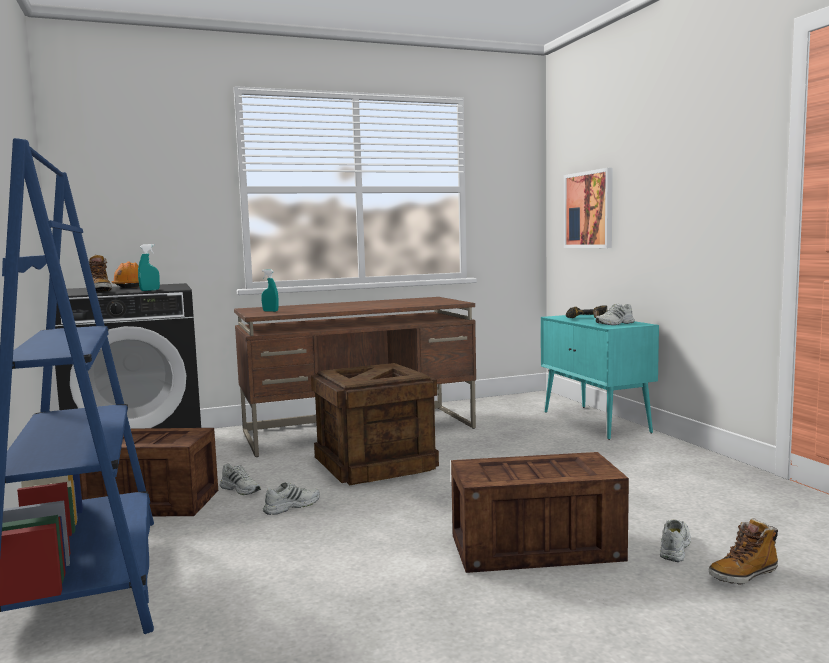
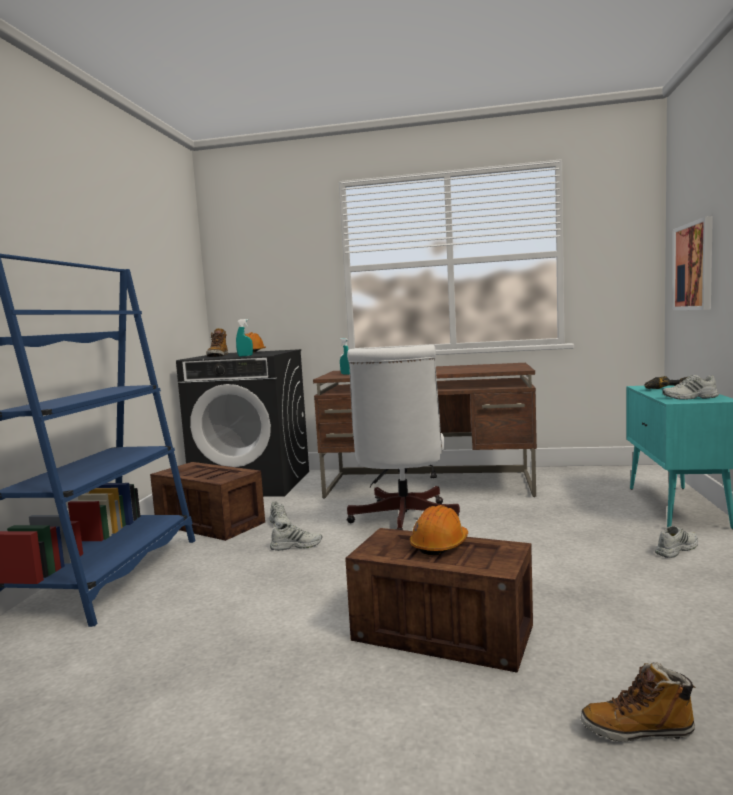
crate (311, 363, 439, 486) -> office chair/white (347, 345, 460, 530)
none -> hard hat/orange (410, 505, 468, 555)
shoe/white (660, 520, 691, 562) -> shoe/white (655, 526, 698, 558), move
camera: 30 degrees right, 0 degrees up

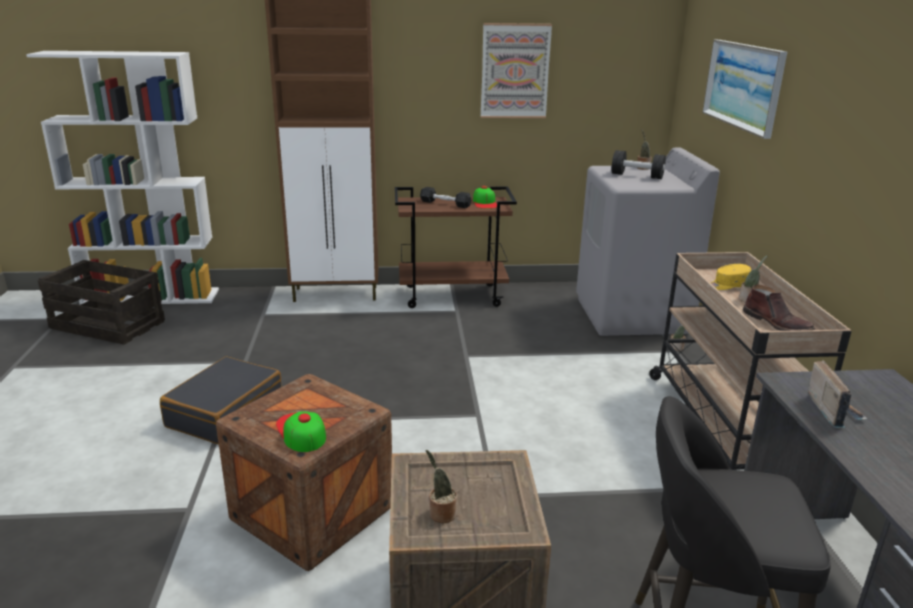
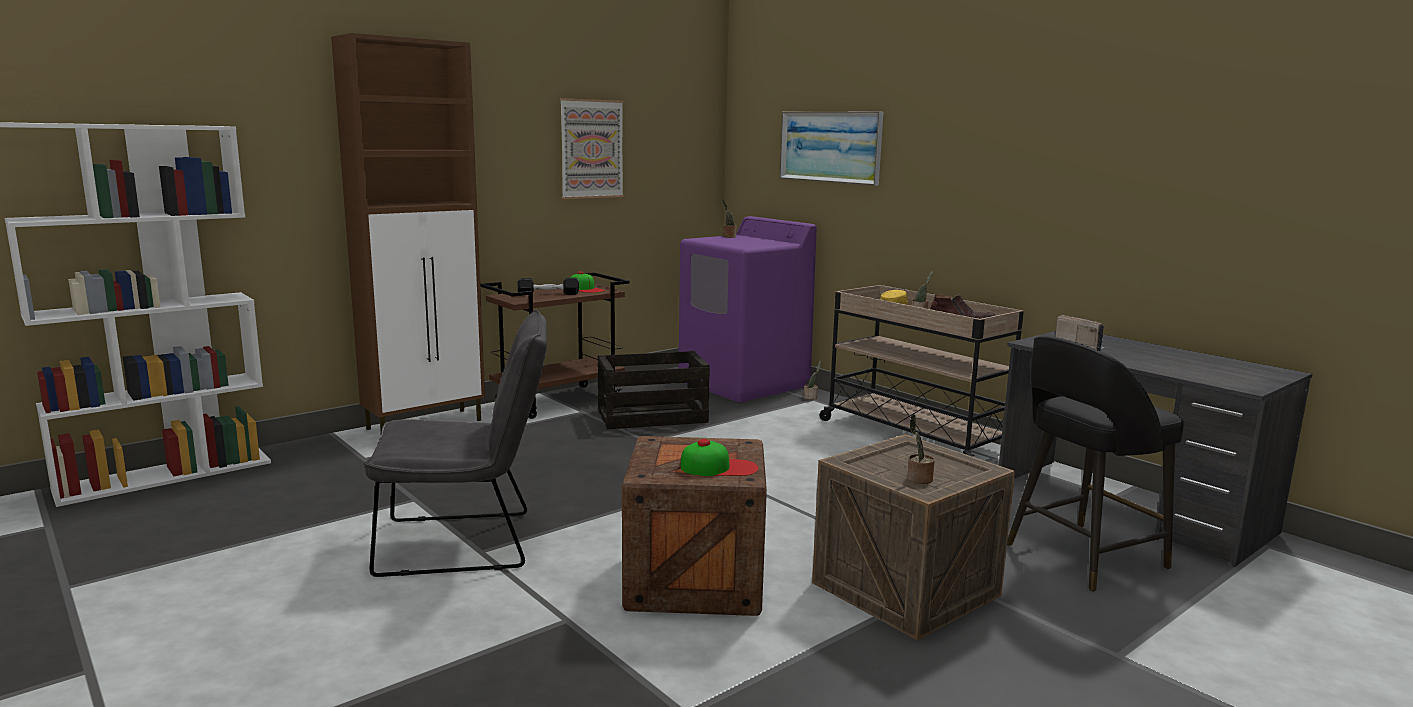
suitcase/black (160, 356, 282, 445) -> chair/grey (363, 310, 547, 577)
crate (38, 260, 165, 345) -> crate (597, 351, 710, 429), move
washing machine/grey (576, 148, 720, 336) -> washing machine/purple (679, 216, 817, 402)
cap (276, 412, 326, 452) -> cap (681, 439, 759, 476), 150 degrees clockwise
dumbbell/black (612, 150, 666, 179) -> none
camera: 35 degrees left, 10 degrees down

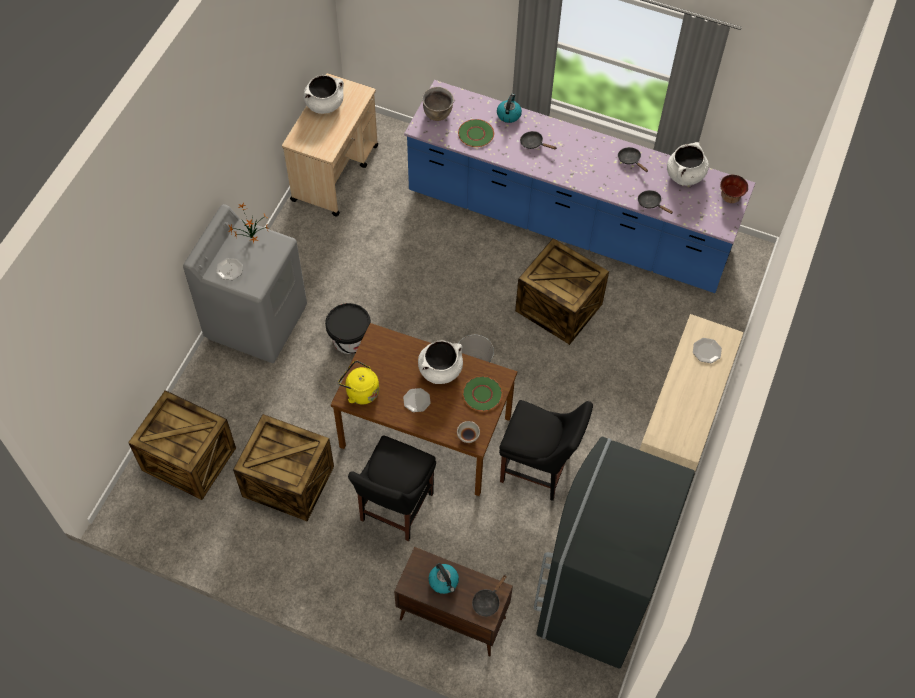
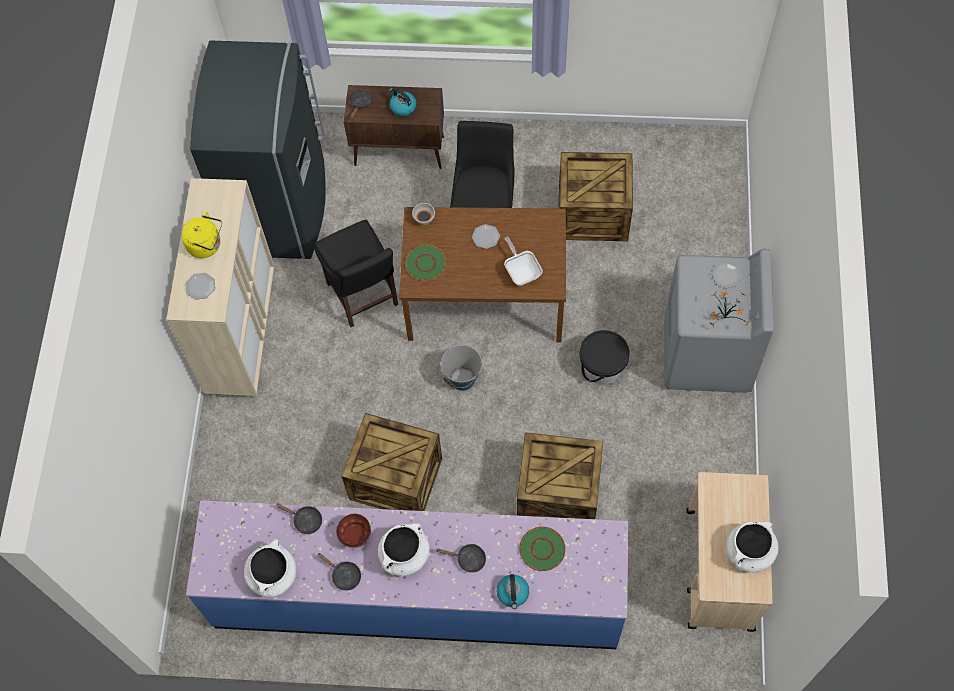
kettle/yellow (338, 360, 379, 405) -> kettle/yellow (181, 212, 222, 258), move
chair/black (499, 400, 593, 501) -> chair/black (315, 220, 398, 327), 120 degrees counterclockwise
bowl (720, 175, 748, 203) -> bowl (336, 514, 371, 548), move
cooking pot/white (418, 341, 463, 384) -> cooking pot/white (378, 523, 430, 576), move
none -> frying pan (504, 237, 543, 286)
crate (128, 390, 236, 500) -> crate (517, 432, 603, 519), move
cooking pot/brown (422, 87, 454, 121) -> none
camera: 165 degrees right, 5 degrees up

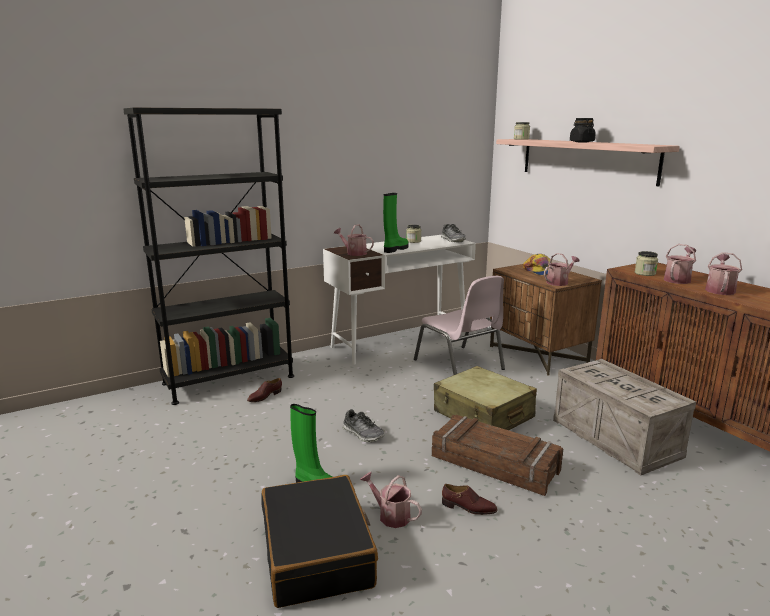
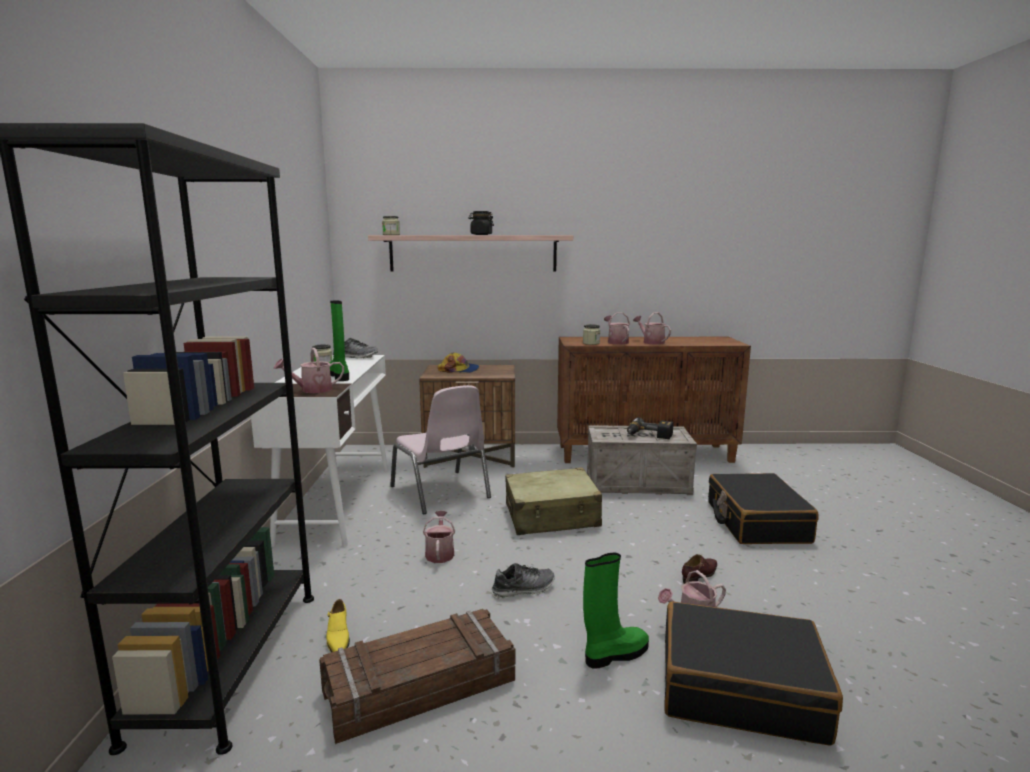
crate (432, 415, 563, 496) -> crate (319, 609, 515, 744), move
shoe/brown (247, 378, 282, 402) -> shoe/yellow (326, 599, 350, 653)
chair/pink (414, 276, 505, 375) -> chair/pink (390, 385, 491, 514), 60 degrees clockwise
watering can (544, 253, 580, 286) -> watering can (423, 511, 455, 563), move
none -> power drill (627, 417, 674, 439)
none -> suitcase/black (708, 473, 818, 544)
camera: 60 degrees left, 5 degrees down

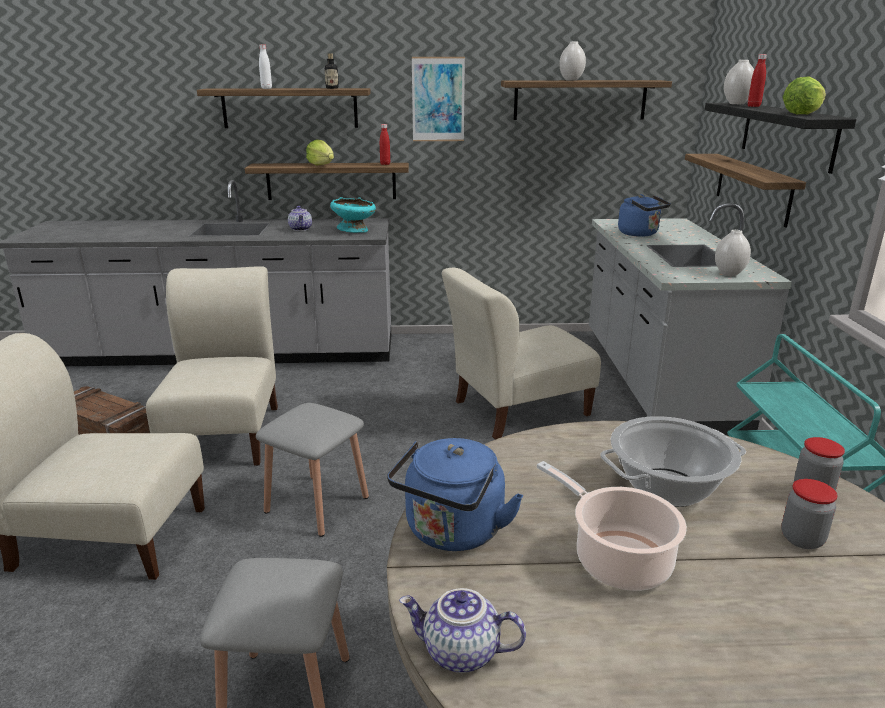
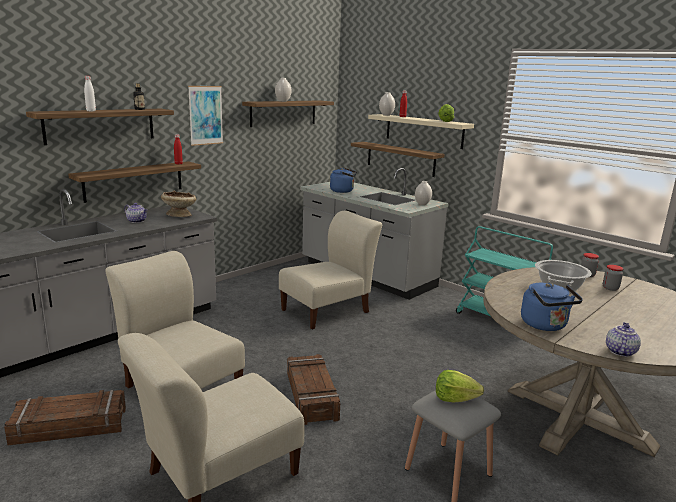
bowl/turquoise (330, 197, 376, 233) -> bowl/beige (161, 190, 196, 217)
chair/beige (442, 268, 601, 440) -> chair/beige (279, 210, 382, 329), 150 degrees counterclockwise
stool/grey (256, 403, 369, 537) -> crate (287, 354, 340, 425)
shelf/black (705, 103, 857, 174) -> shelf/beige (368, 114, 474, 149)
lettuce (306, 139, 334, 165) -> lettuce (436, 370, 484, 402), move
teapot (399, 588, 526, 673) -> teapot (606, 322, 641, 357), 150 degrees clockwise
cooking pot (537, 461, 687, 591) -> none
camera: 45 degrees left, 5 degrees down

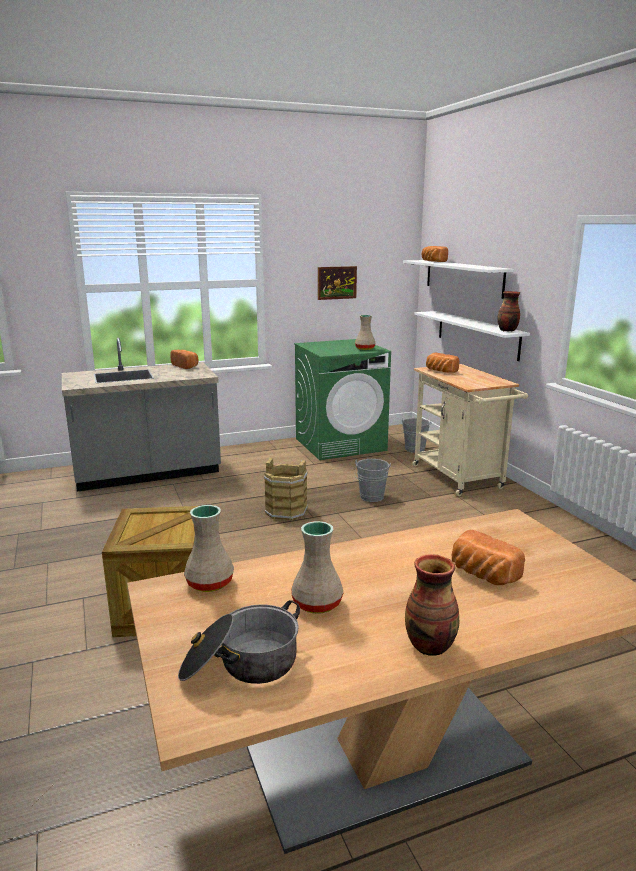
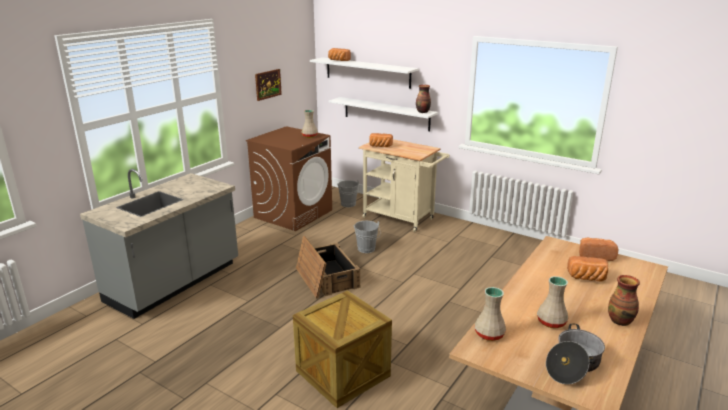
washing machine/green (294, 339, 391, 460) -> washing machine/brown (246, 126, 332, 231)
bucket/brown (264, 458, 308, 521) -> crate (296, 236, 360, 299)
bread (170, 350, 199, 369) -> bread (579, 238, 618, 261), move
camera: 35 degrees left, 5 degrees up

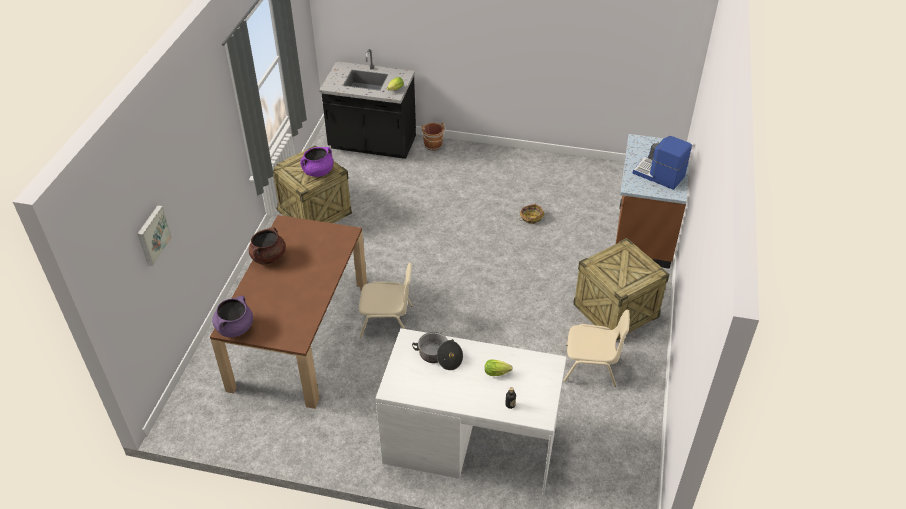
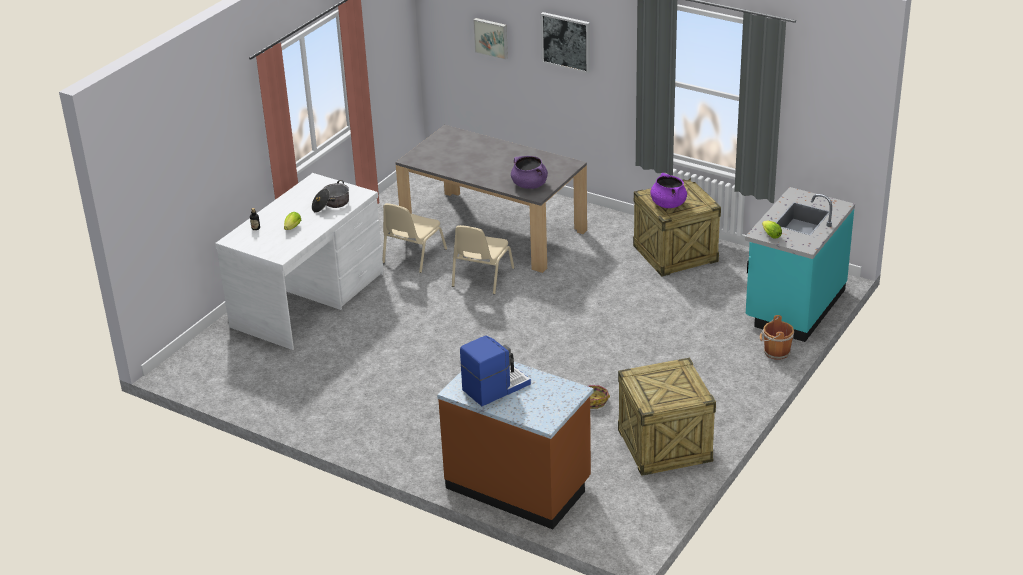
chair/beige (563, 310, 630, 387) -> chair/beige (382, 203, 447, 273), move
dining table/brown (210, 215, 367, 409) -> dining table/grey (395, 125, 587, 273)
cooking pot/purple (212, 296, 253, 337) -> cooking pot/purple (511, 156, 548, 189), move
none -> picture (541, 12, 590, 73)
crate (573, 238, 669, 341) -> crate (618, 358, 716, 476), move
counter/black (319, 49, 416, 159) -> counter/turquoise (745, 187, 855, 342)
cooking pot/brown (249, 227, 286, 265) -> none
camera: 110 degrees right, 10 degrees down

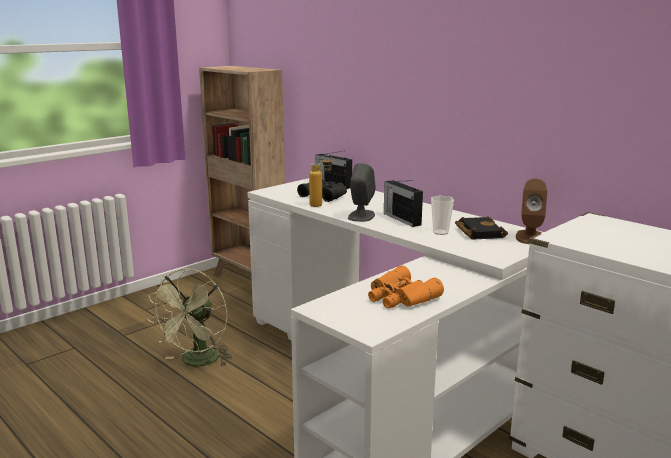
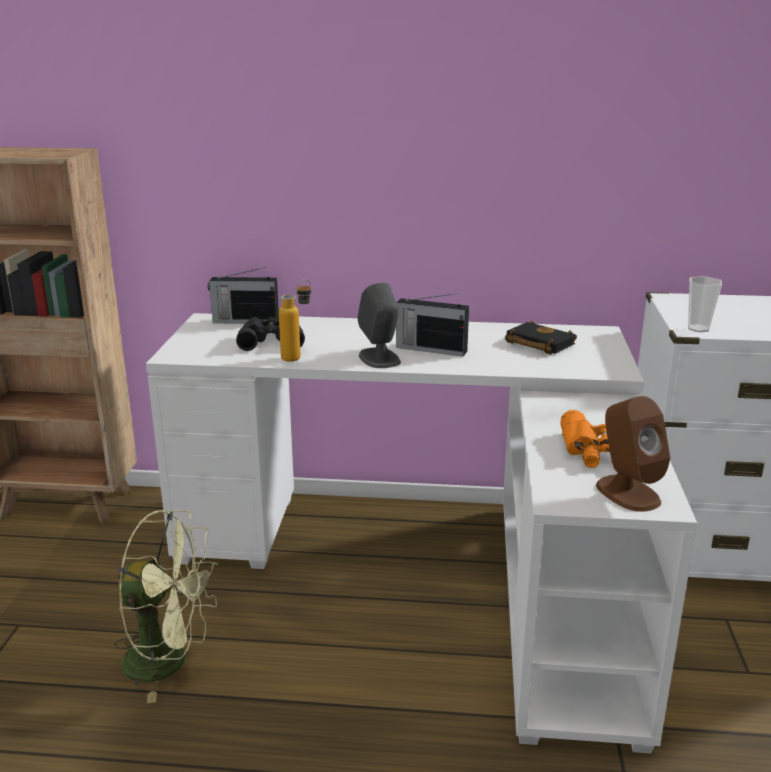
fan/green (147, 268, 232, 367) -> fan/green (115, 510, 218, 703), 60 degrees counterclockwise
speaker/brown (516, 179, 547, 244) -> speaker/brown (596, 396, 670, 512), move
cup (431, 196, 454, 235) -> cup (688, 276, 722, 332), move
camera: 40 degrees left, 5 degrees up

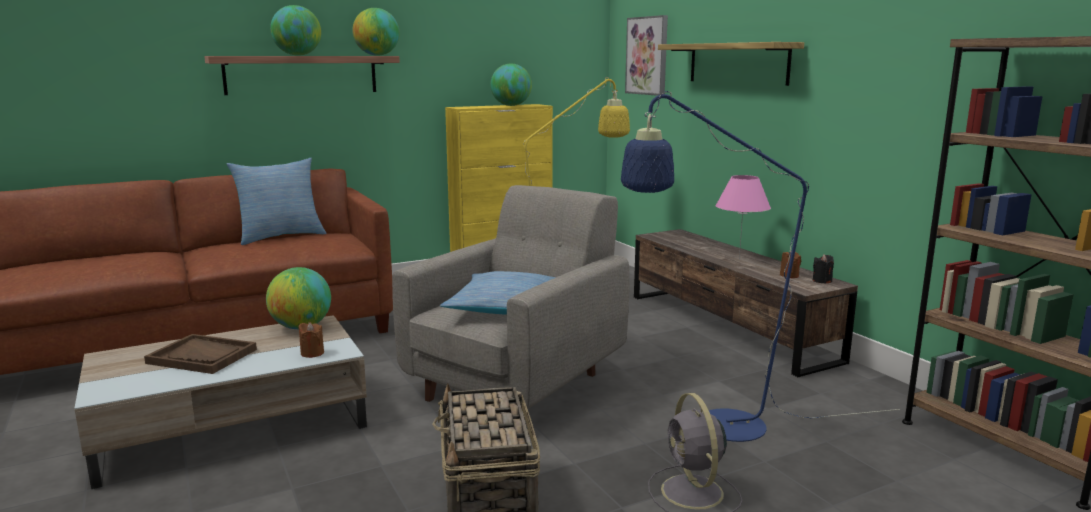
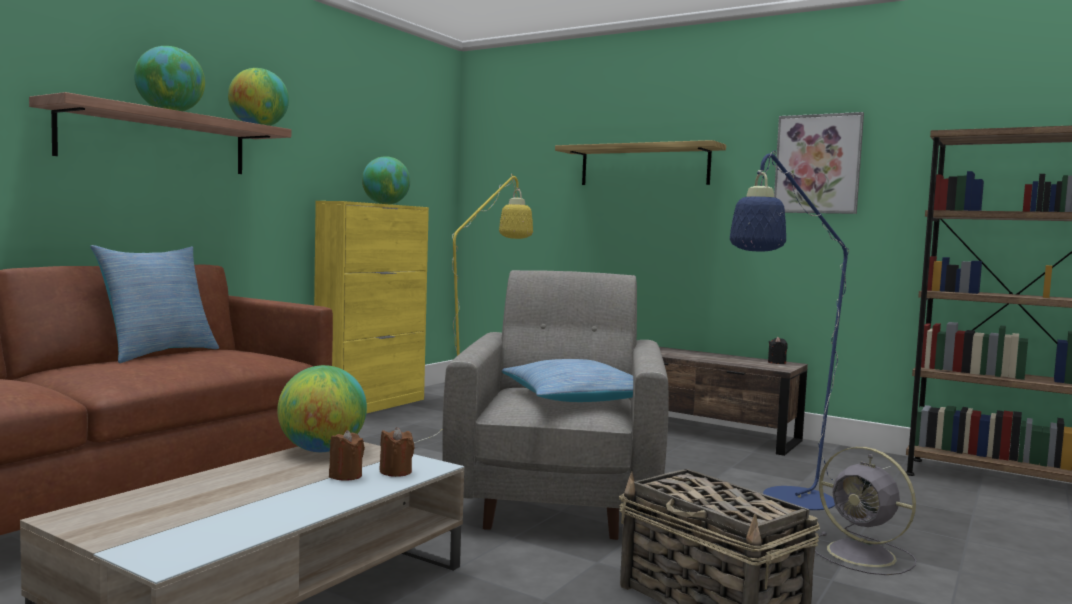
candle/brown (780, 250, 801, 278) -> candle/brown (329, 430, 365, 481), move
picture (625, 15, 668, 96) -> picture (774, 112, 864, 214), move
tray/brown (144, 334, 257, 374) -> none
table lamp/pink (716, 175, 771, 260) -> none
camera: 30 degrees left, 10 degrees down

